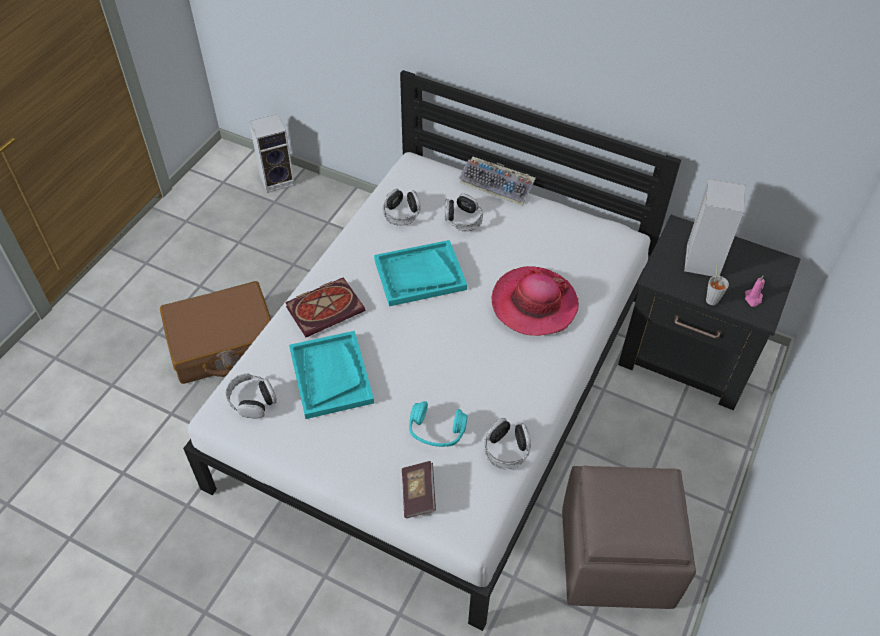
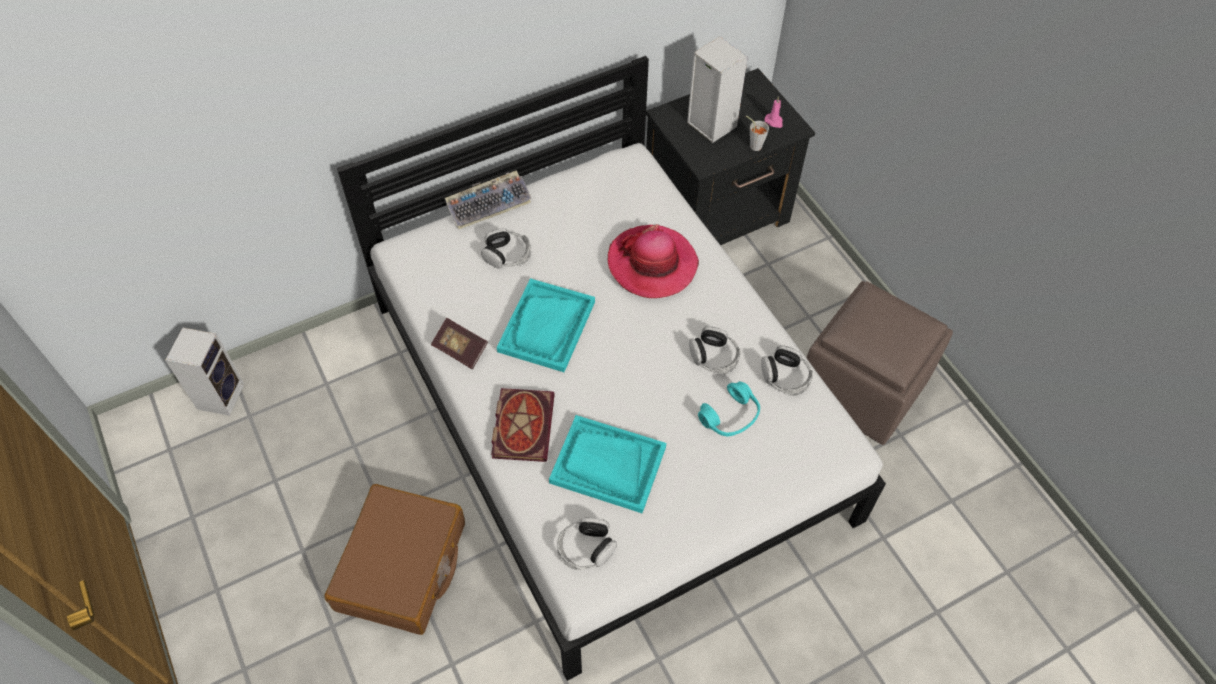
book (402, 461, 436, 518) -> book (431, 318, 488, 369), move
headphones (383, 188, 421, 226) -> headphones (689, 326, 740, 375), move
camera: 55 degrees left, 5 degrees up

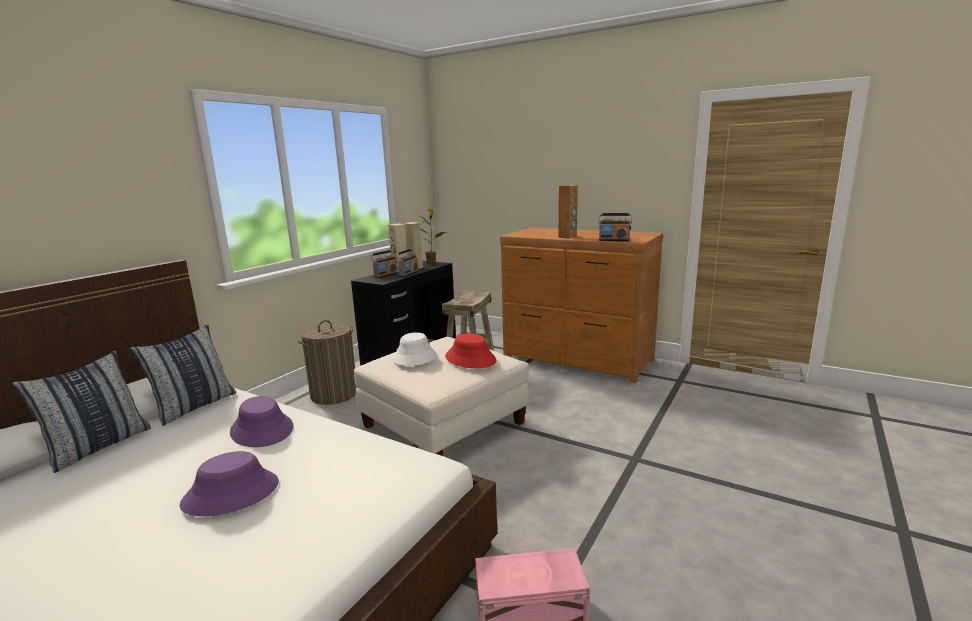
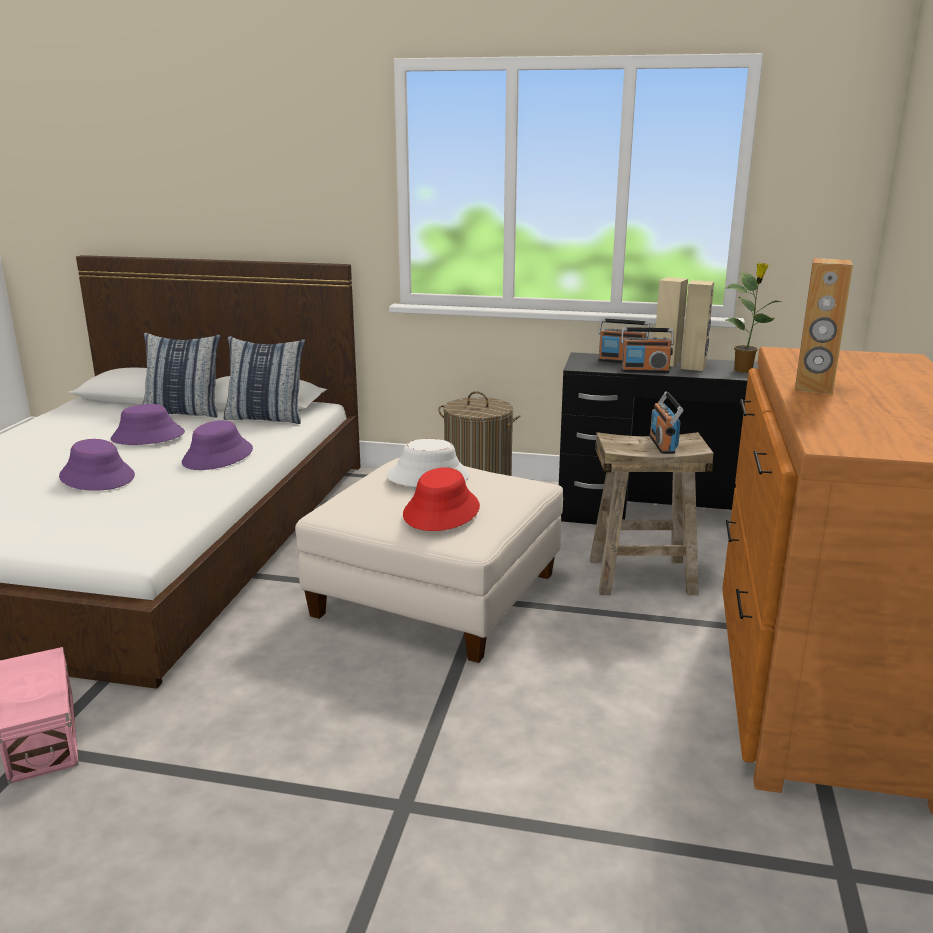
none -> hat/purple (111, 404, 185, 445)
radio (598, 213, 632, 241) -> radio (650, 391, 684, 454), move
camera: 70 degrees right, 5 degrees up

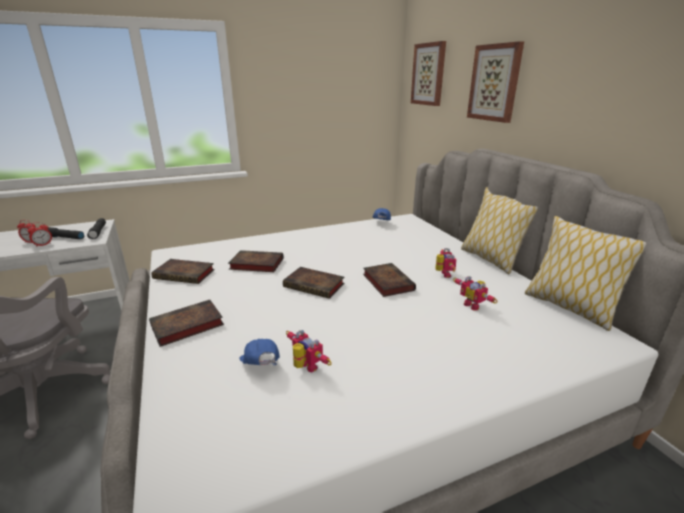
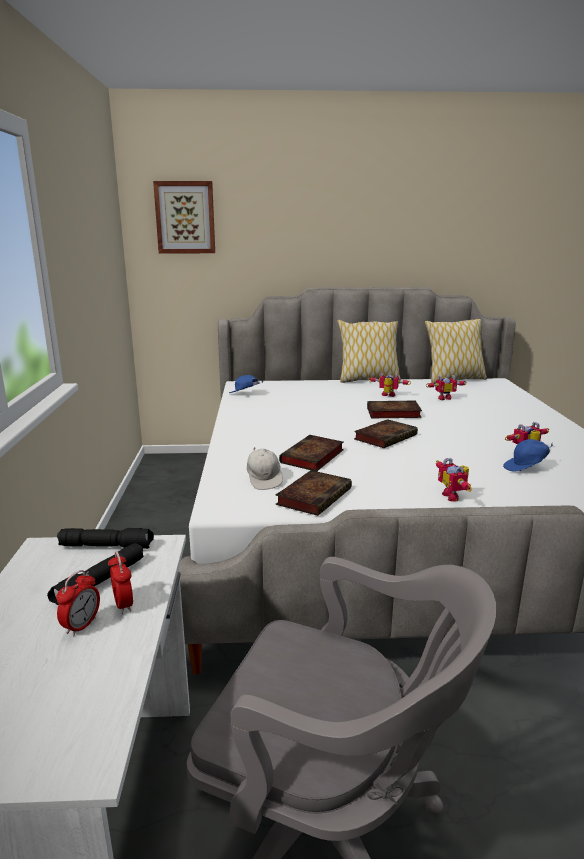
none -> cap/white (247, 447, 283, 490)
book (149, 300, 224, 347) -> toy robot (436, 458, 472, 502)
picture (467, 41, 524, 123) -> none
camera: 70 degrees left, 5 degrees down

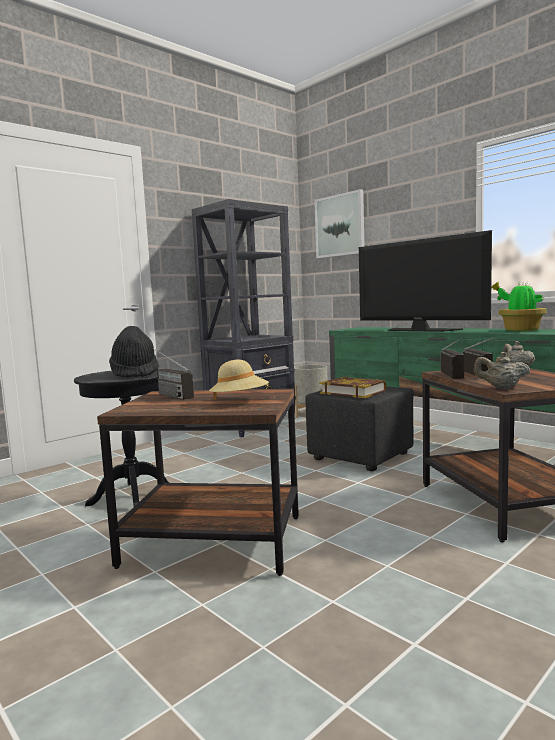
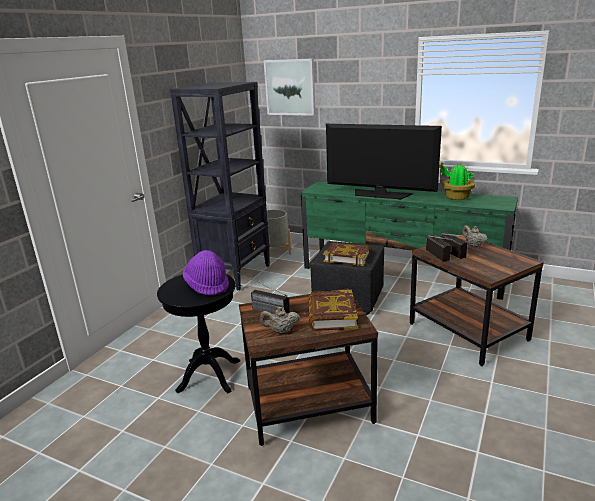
hat/black (109, 326, 159, 378) -> hat/purple (183, 250, 229, 295)
teapot/beige (474, 352, 530, 389) -> teapot/beige (260, 307, 300, 334), move
hat/beige (209, 360, 269, 400) -> book (308, 290, 358, 331)
camera: 20 degrees left, 15 degrees up

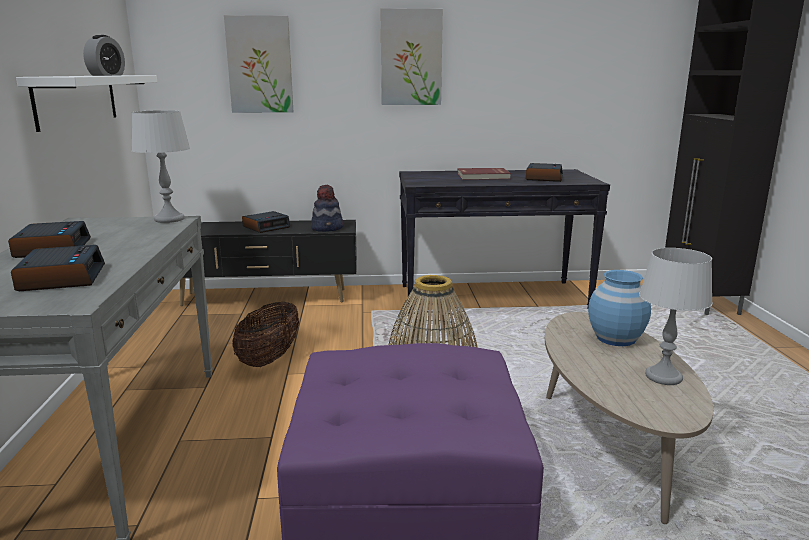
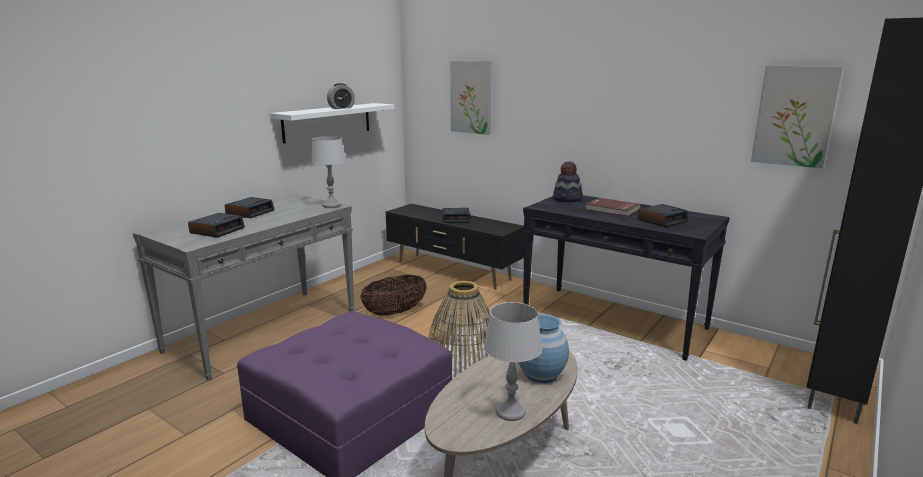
hat (311, 185, 344, 232) -> hat (553, 162, 583, 202), move
picture (380, 8, 443, 105) -> picture (751, 66, 843, 169), move
camera: 40 degrees right, 0 degrees up

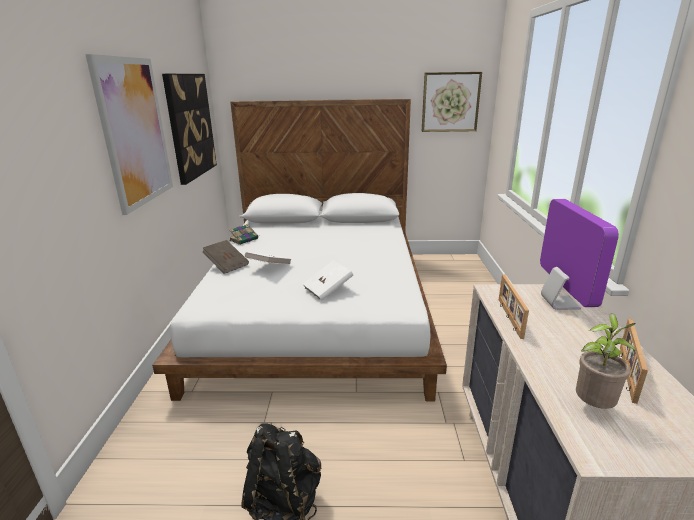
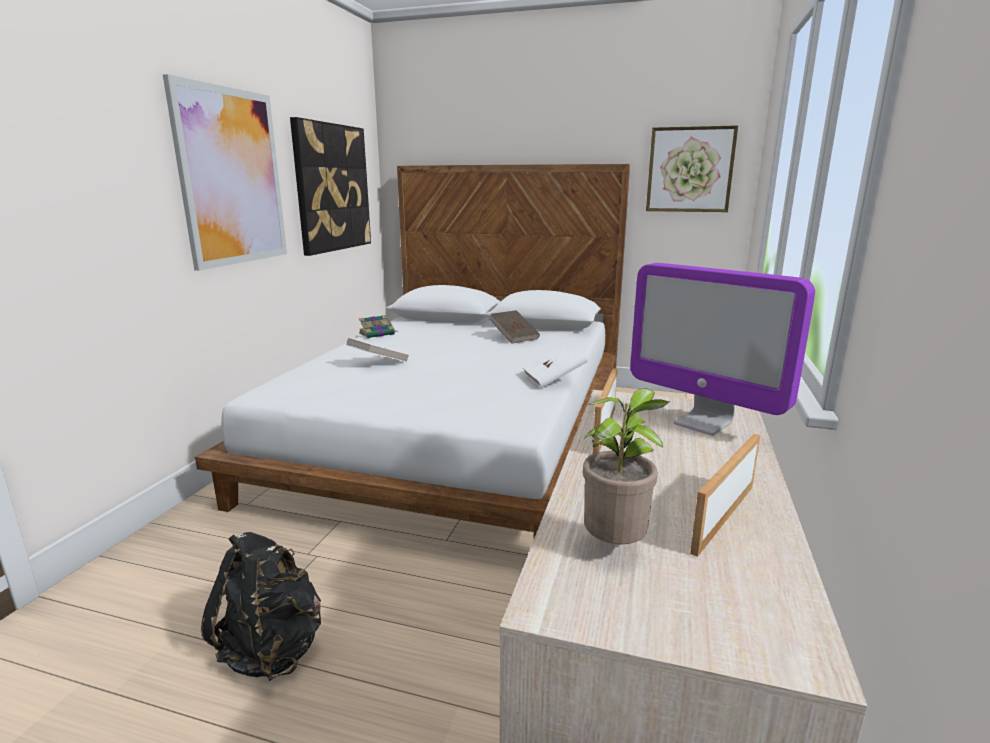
book/brown (203, 240, 249, 274) -> book/brown (490, 310, 540, 344), move
book/white (303, 260, 353, 301) -> book/white (523, 344, 588, 388), move
monitor (540, 199, 619, 310) -> monitor (630, 263, 815, 436), 120 degrees clockwise
camera: 15 degrees right, 5 degrees down

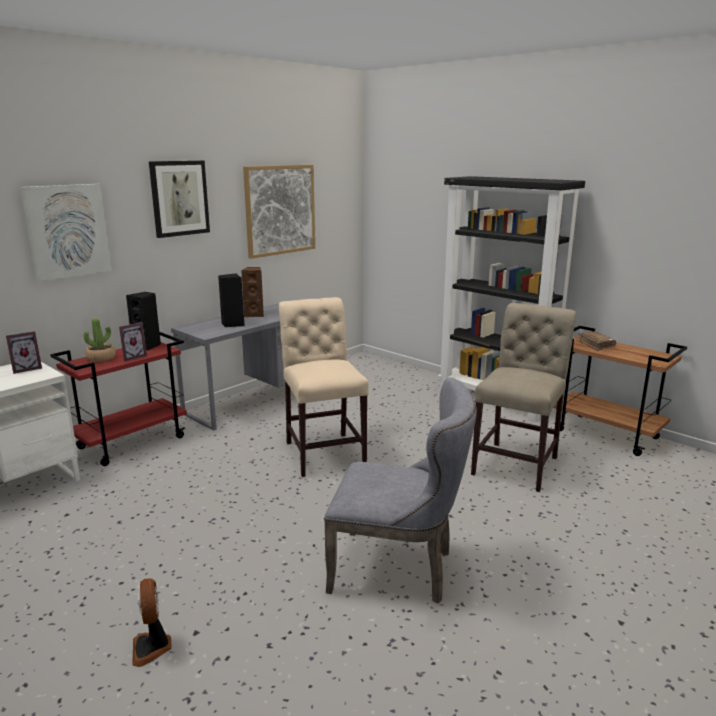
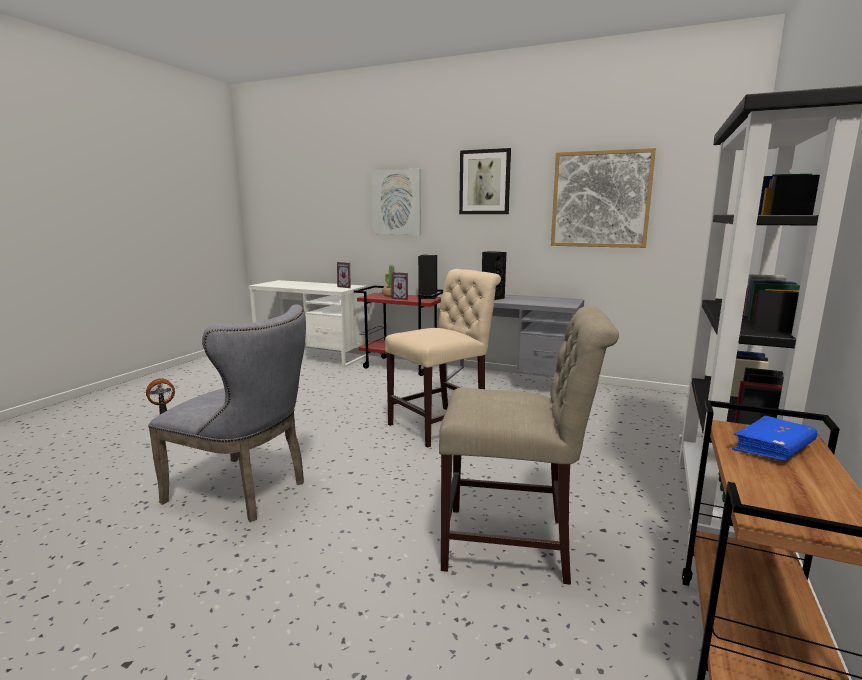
chair/grey (324, 377, 477, 604) -> chair/grey (148, 304, 306, 522), 60 degrees counterclockwise
book/brown (577, 331, 616, 351) -> book/blue (732, 416, 817, 460)
speaker/brown (241, 267, 264, 317) -> none
camera: 70 degrees right, 5 degrees down

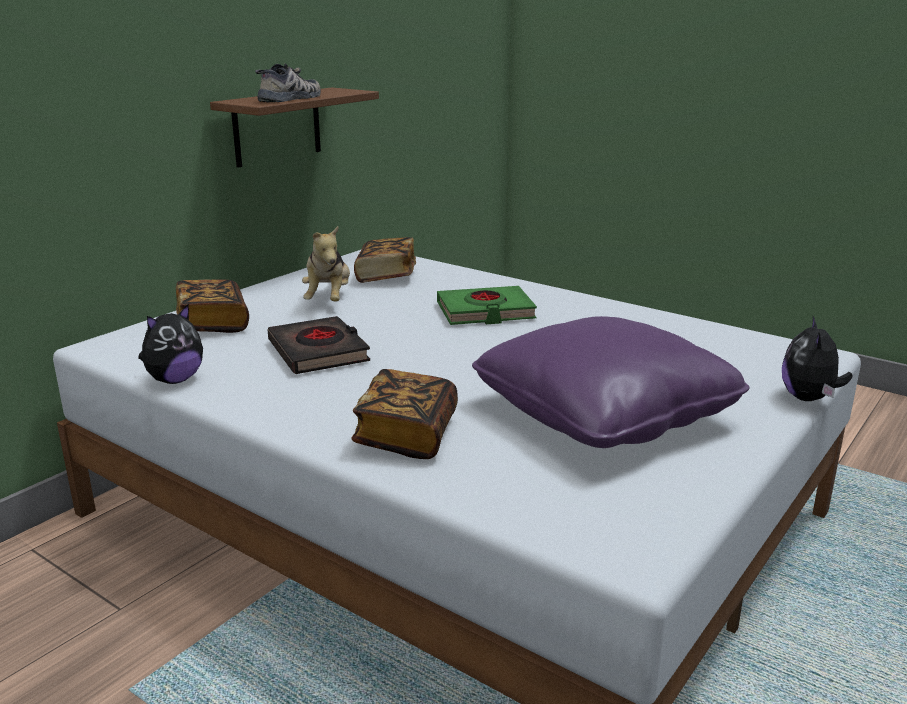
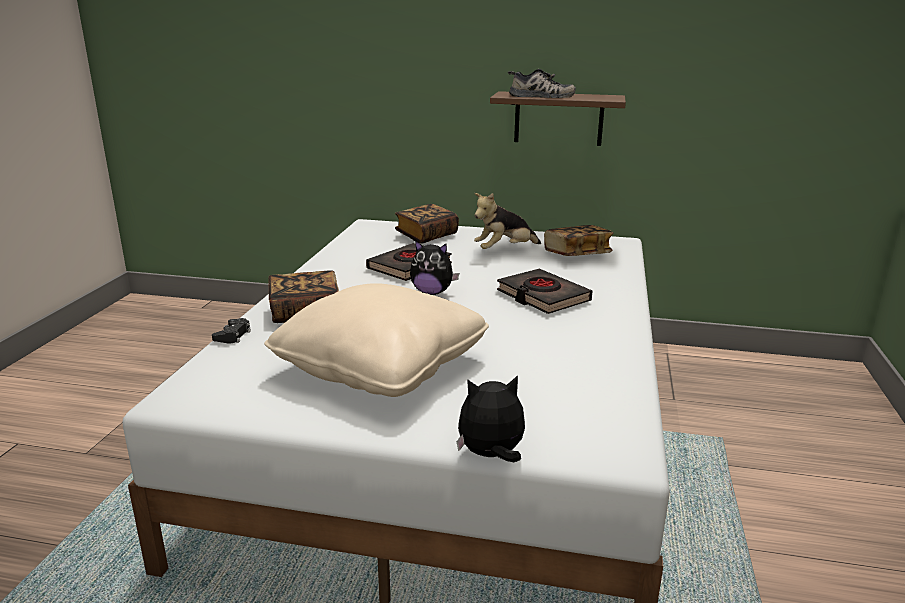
none -> game controller/black (212, 318, 251, 344)
pillow/purple (472, 316, 749, 448) -> pillow/beige (264, 283, 489, 397)
plush toy (138, 305, 203, 384) -> plush toy (410, 240, 459, 295), move
book/green (437, 286, 537, 325) -> book/black (497, 269, 593, 314)
camera: 65 degrees right, 0 degrees up

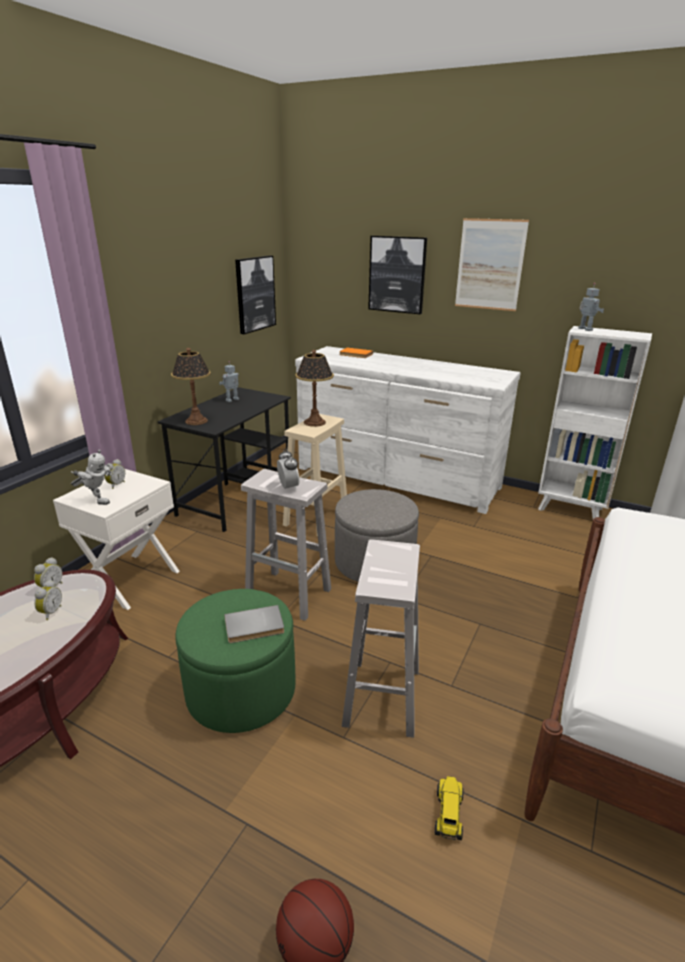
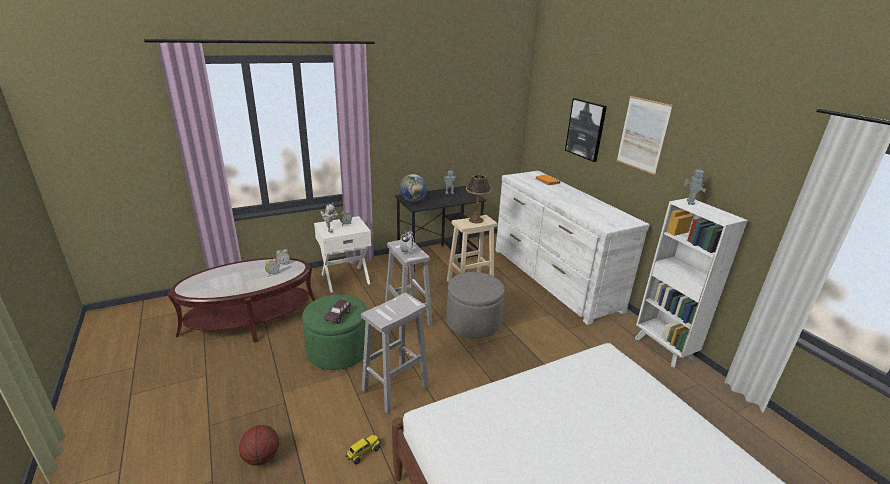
book/grey (224, 605, 284, 643) -> toy car/brown (324, 300, 351, 324)
table lamp (171, 348, 211, 425) -> globe (400, 174, 427, 202)
picture (235, 255, 276, 334) -> none
camera: 35 degrees right, 0 degrees up

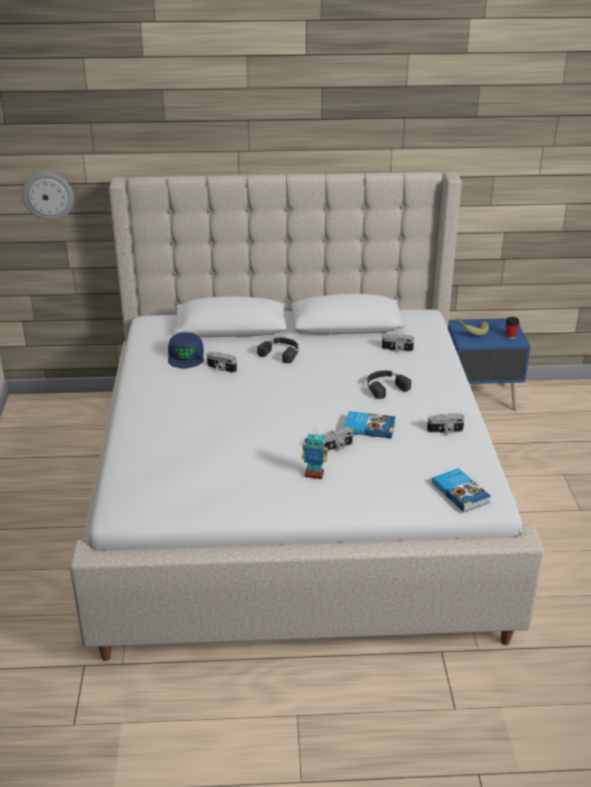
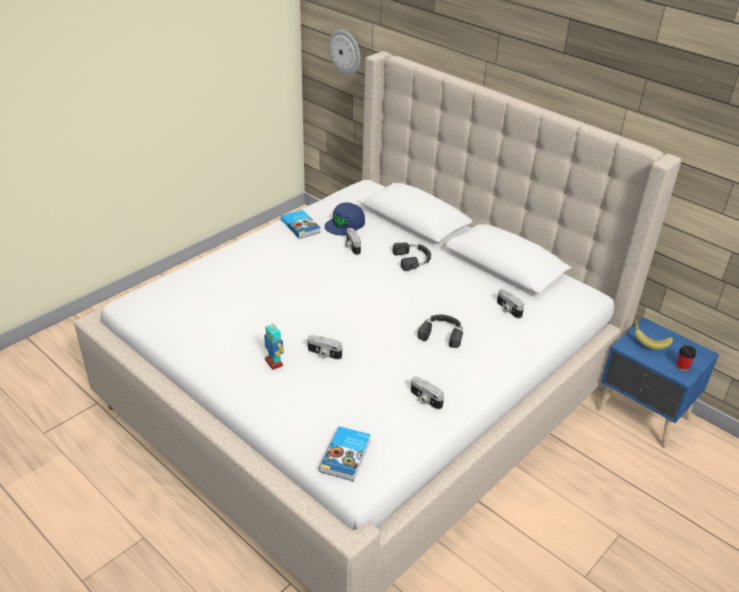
book (344, 411, 396, 438) -> book (281, 210, 321, 239), move
camera: 45 degrees right, 5 degrees up

